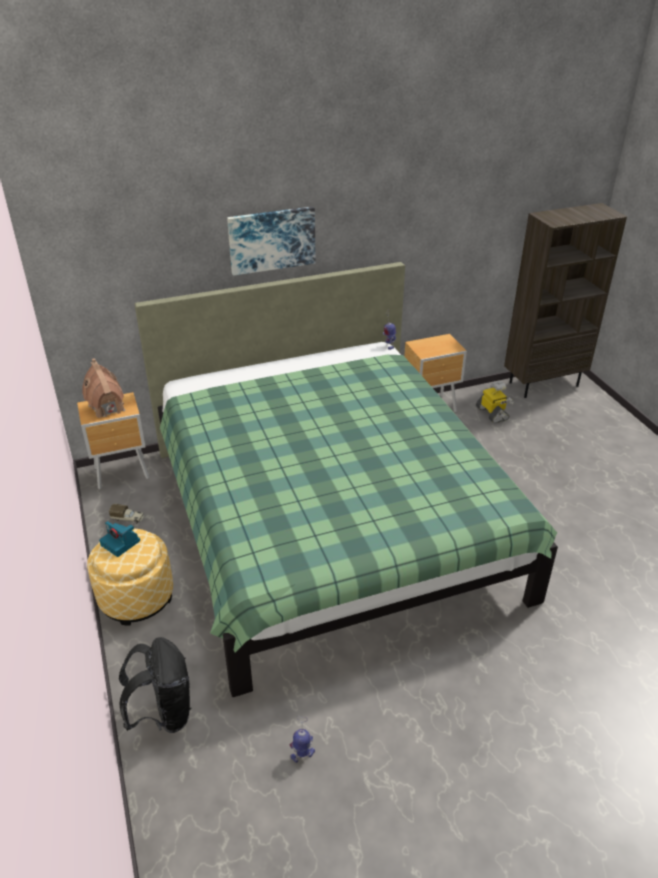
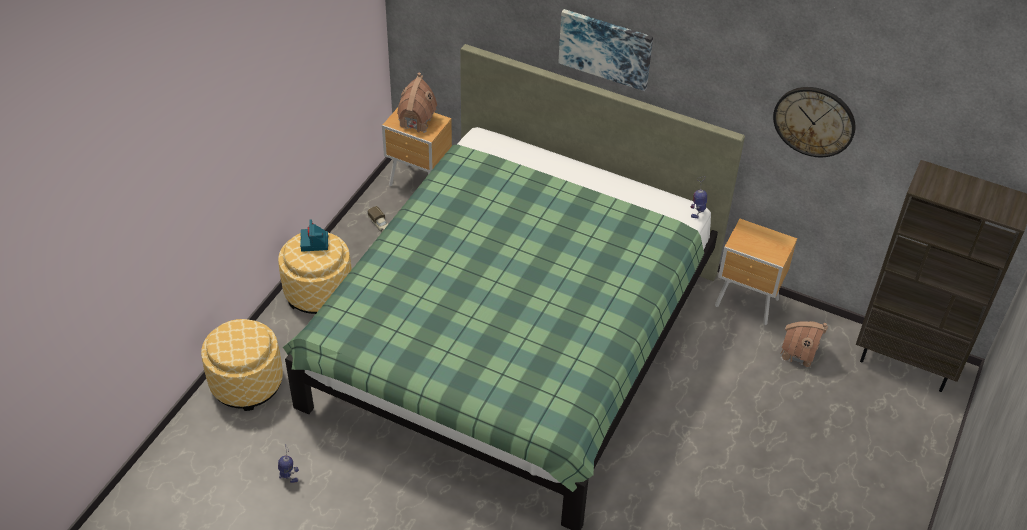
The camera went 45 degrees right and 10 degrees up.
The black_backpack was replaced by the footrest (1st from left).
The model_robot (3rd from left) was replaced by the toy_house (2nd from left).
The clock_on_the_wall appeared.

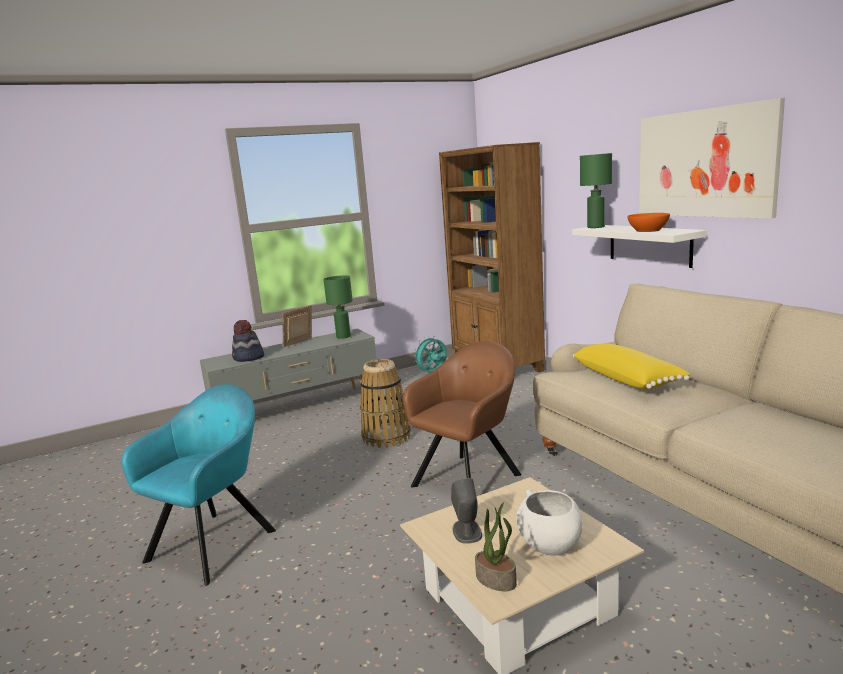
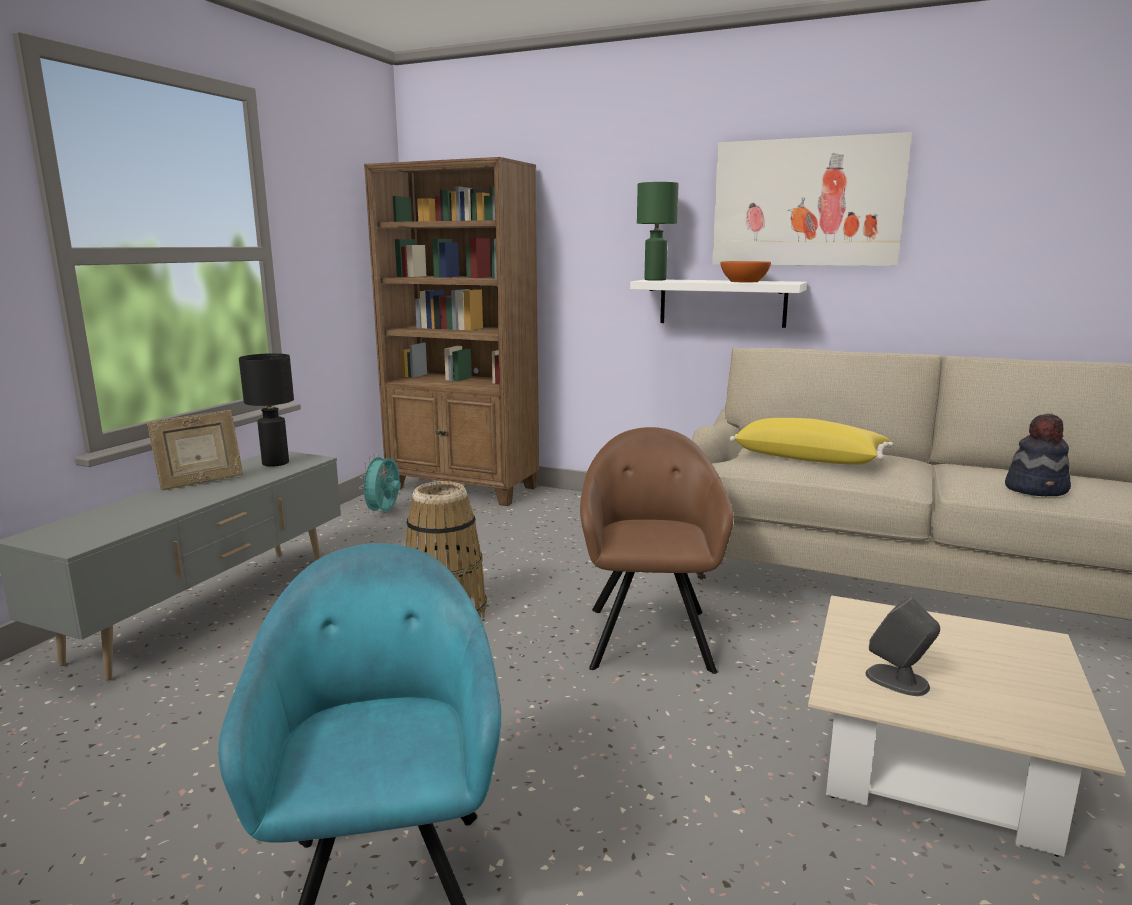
The camera went 40 degrees left and 0 degrees up.
The wearable_hat moved.
The photo_frame turned 120 degrees counterclockwise.
The greenish_tabletop_lamp (1st from left) became the black_tabletop_lamp.
The houseplant disappeared.
The white_bowl disappeared.

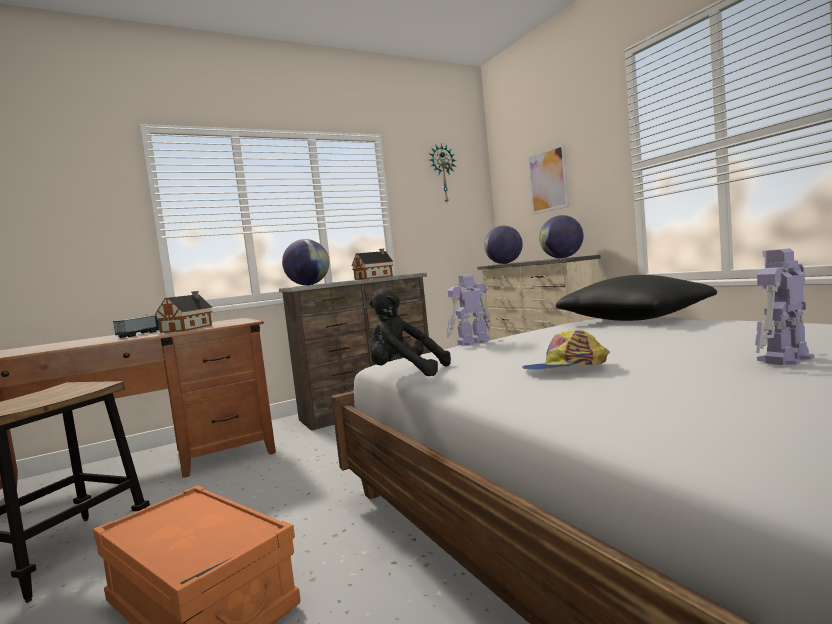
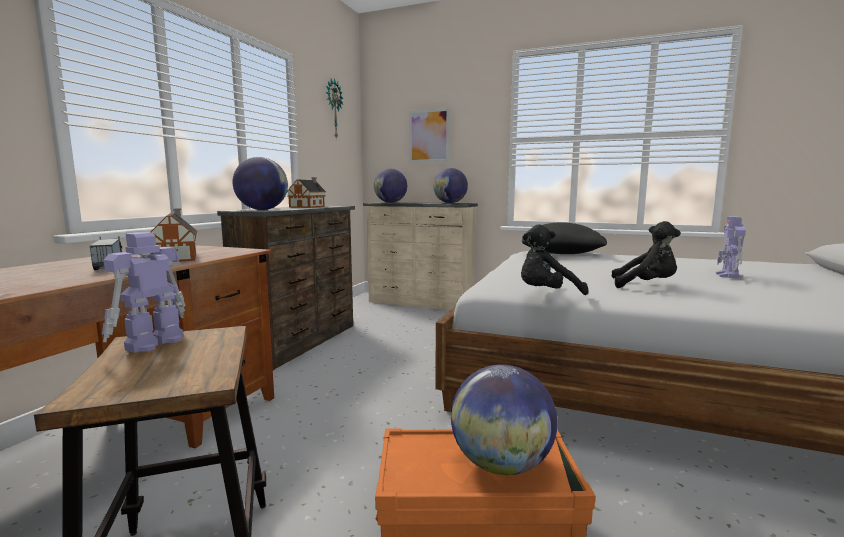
The camera went 40 degrees left and 5 degrees up.
The model_robot (1st from left) moved.
The baseball_cap was replaced by the black_soft_toy (2nd from left).
The desk_globe (4th from left) appeared.

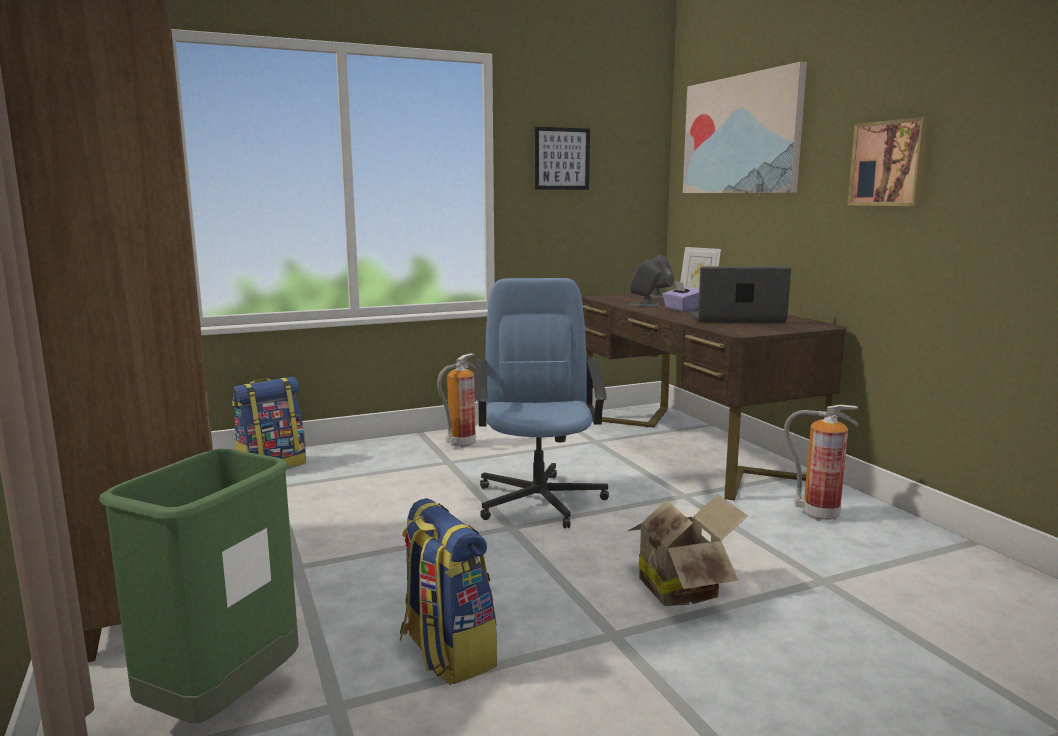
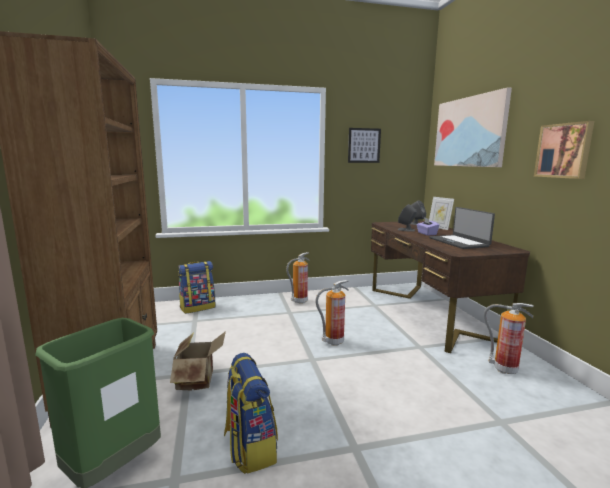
The camera went 10 degrees right and 0 degrees up.
The bluish_desk_chair was replaced by the fire_extinguisher (2nd from left).
The packing_box moved.
The portable_computer turned 120 degrees counterclockwise.

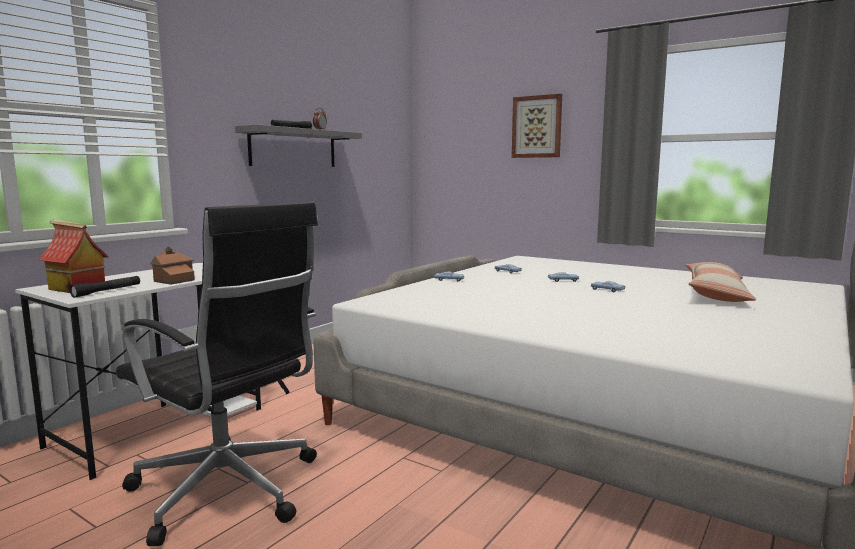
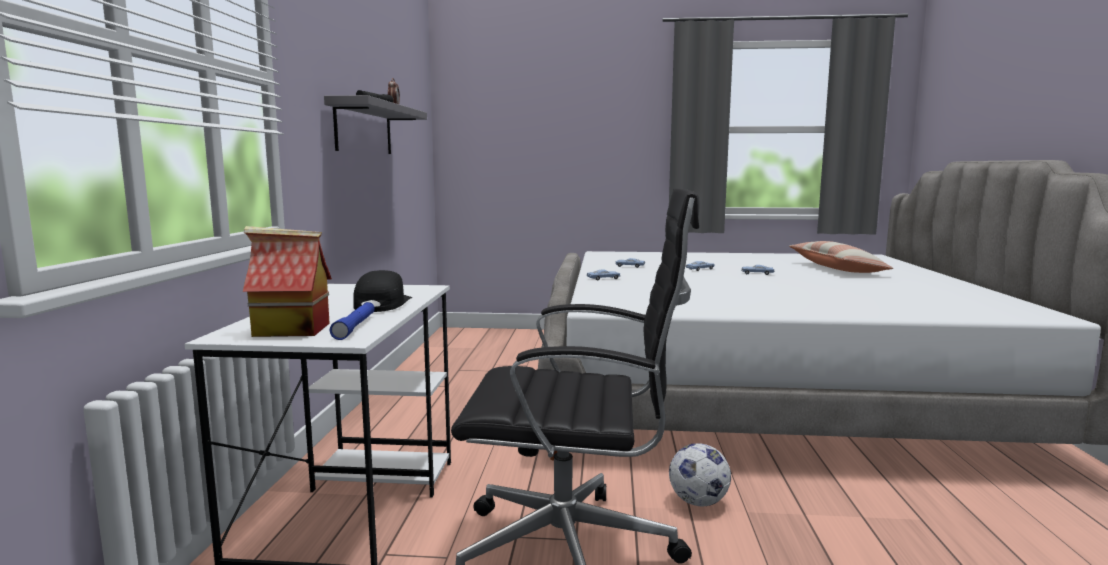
The camera went 30 degrees left and 0 degrees up.
The black_torch (1st from left) became the bluish_torch.
The toy_house (2nd from left) was replaced by the black_baseball_cap.
The picture disappeared.
The ball_for_football appeared.

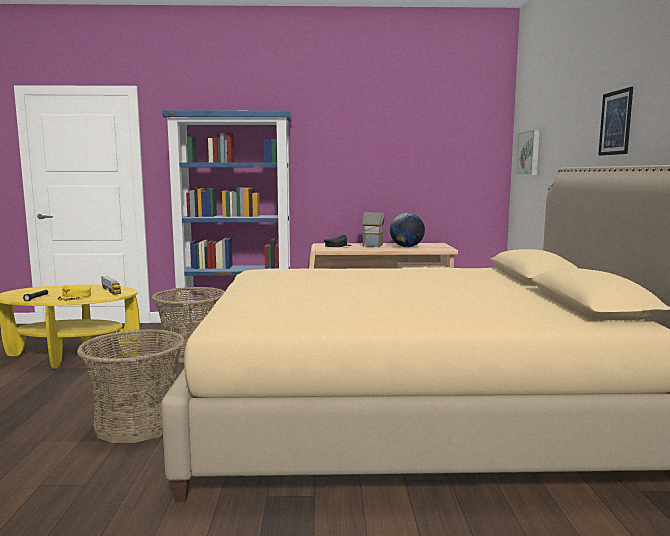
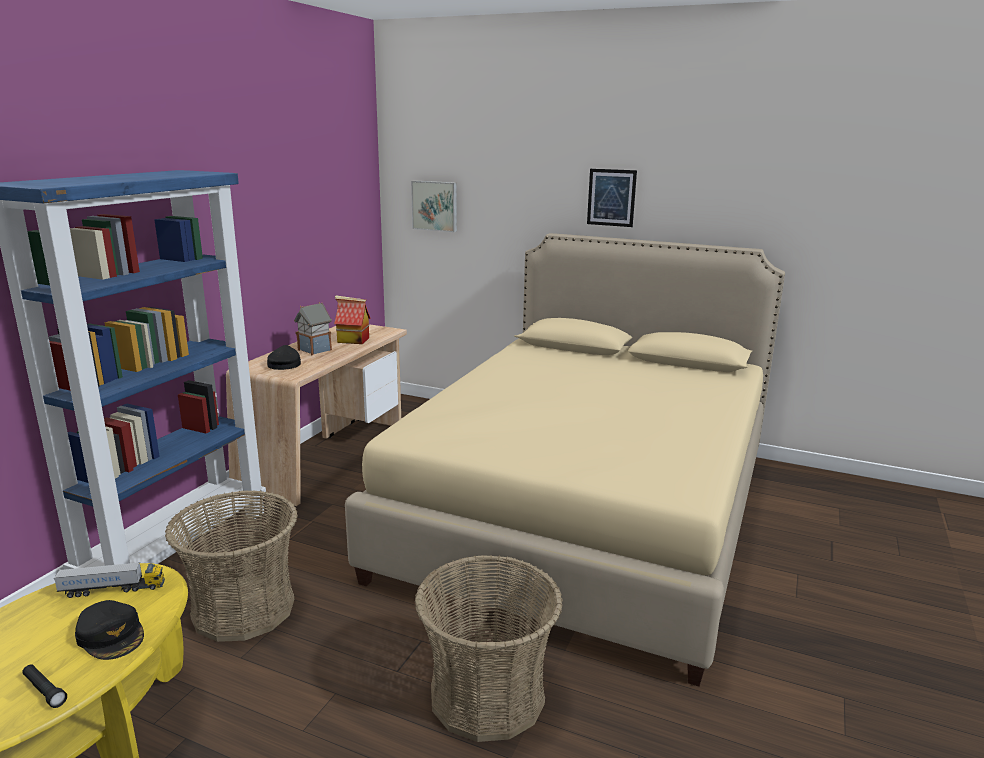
The camera went 65 degrees left and 10 degrees up.
The yellow-coloured_baseball_cap became the black_baseball_cap (1st from left).
The desk_globe was replaced by the toy_house (2nd from left).

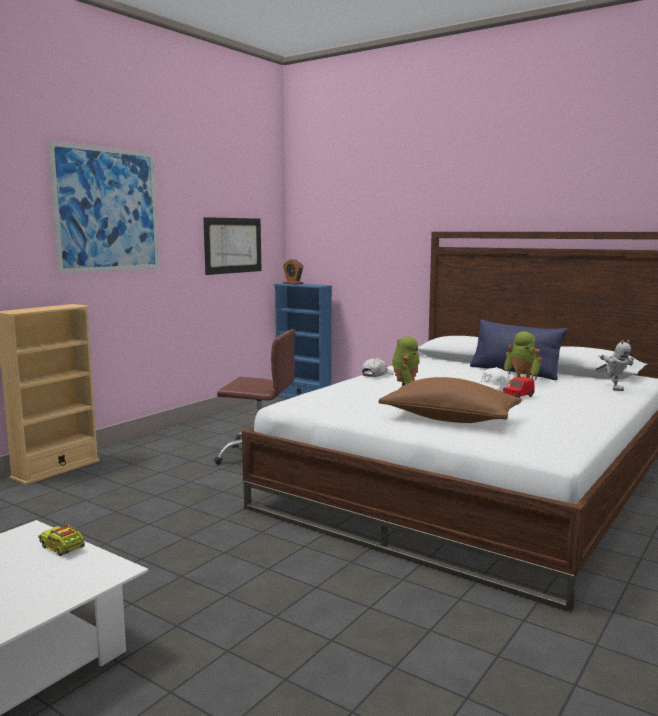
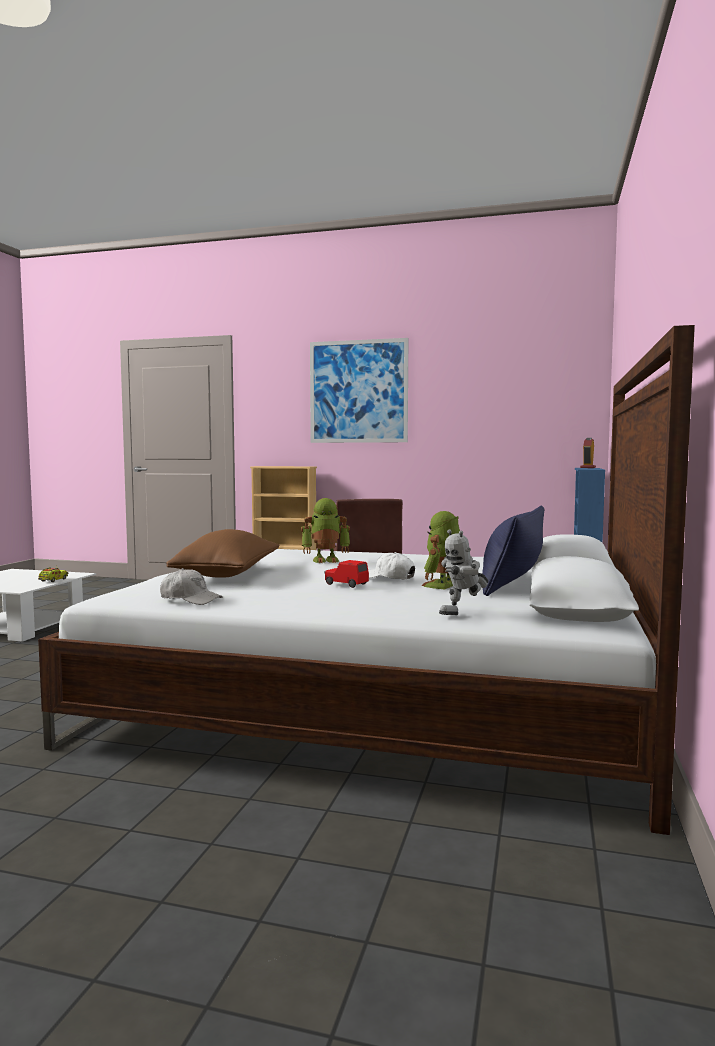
The camera went 70 degrees right and 5 degrees down.
The picture (2nd from left) disappeared.
The white_baseball_cap (1st from left) moved.

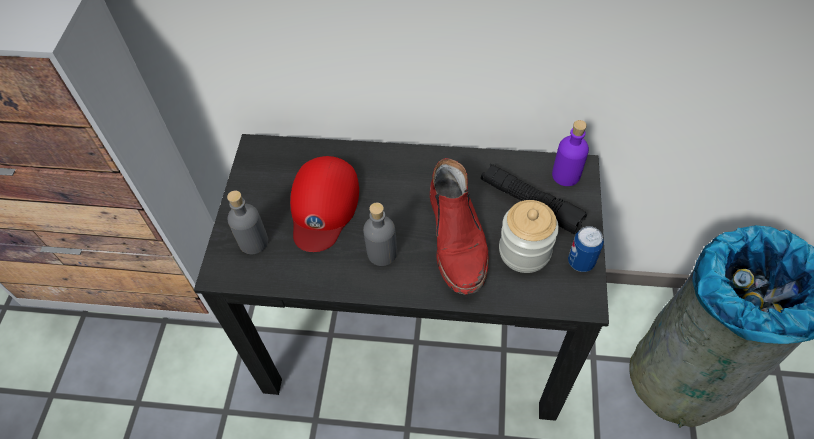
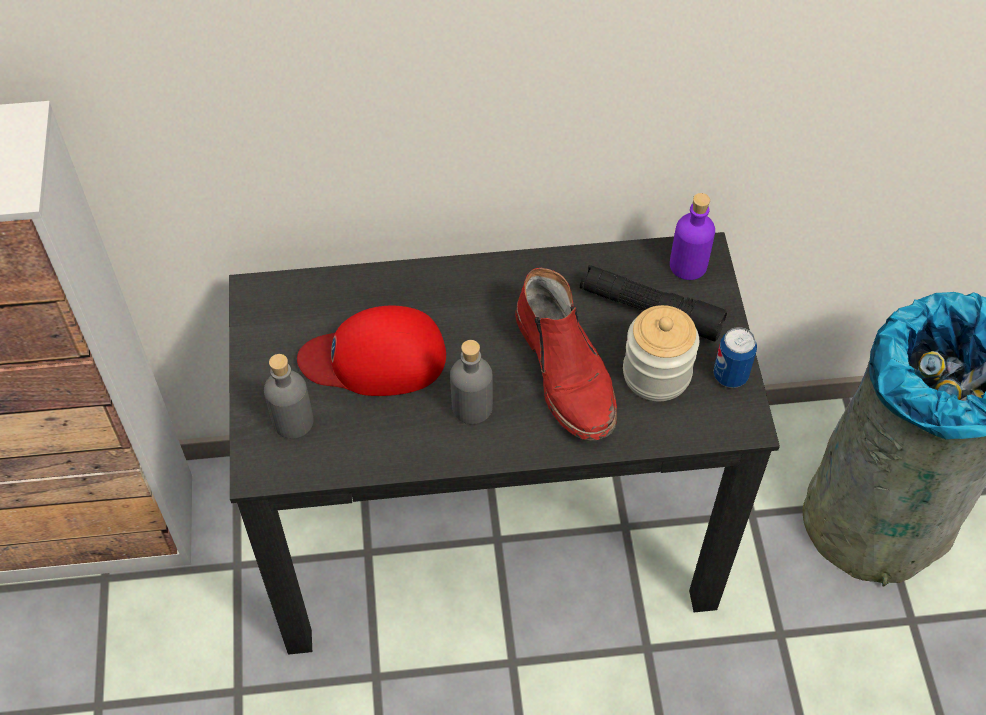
The camera went 15 degrees left and 0 degrees up.
The red_baseball_cap turned 90 degrees clockwise.

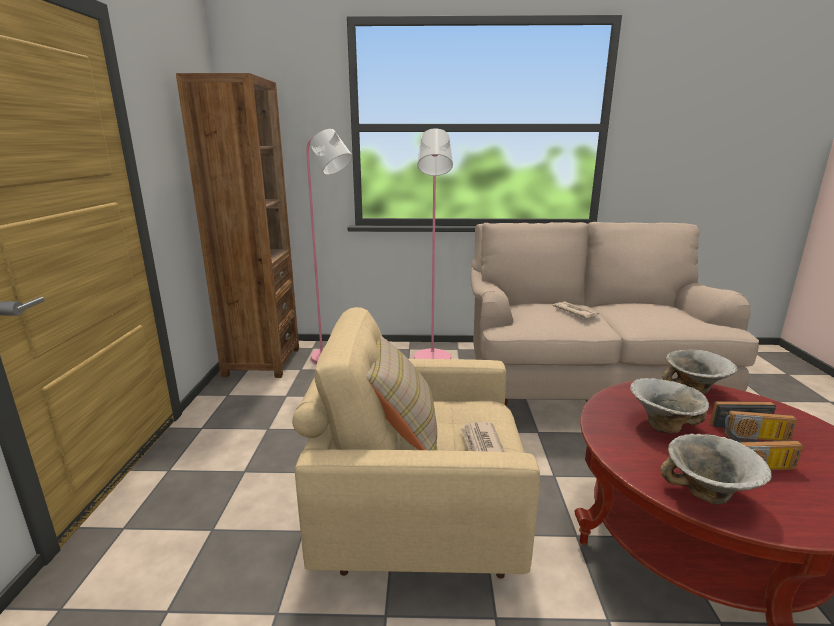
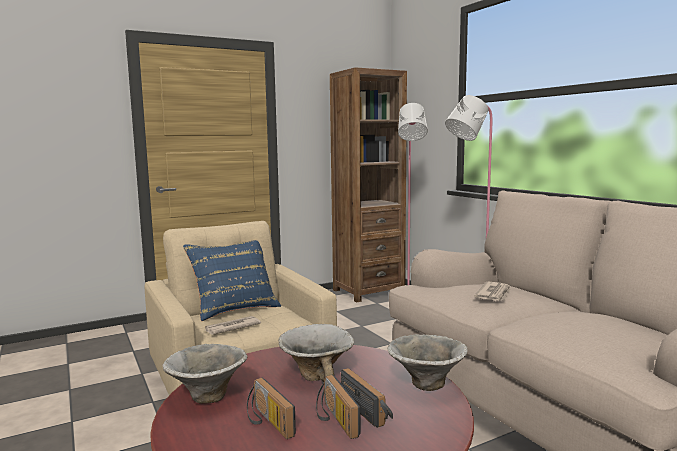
The camera went 60 degrees right and 10 degrees down.
The beige-coloured_throw_pillow became the bluish_throw_pillow.

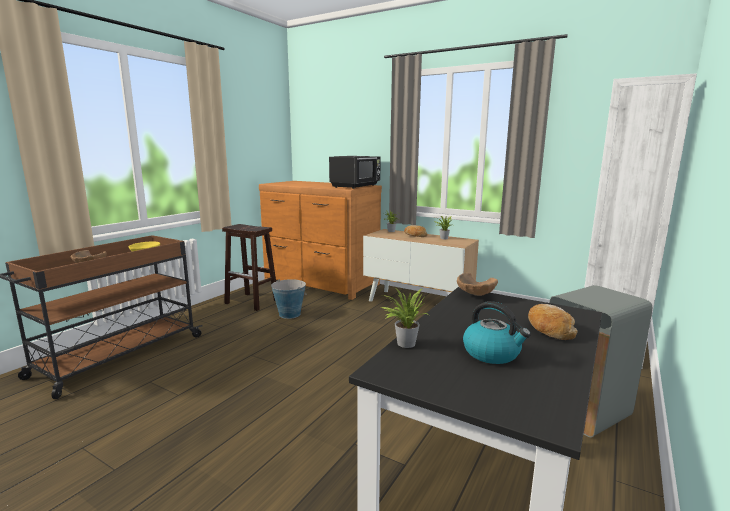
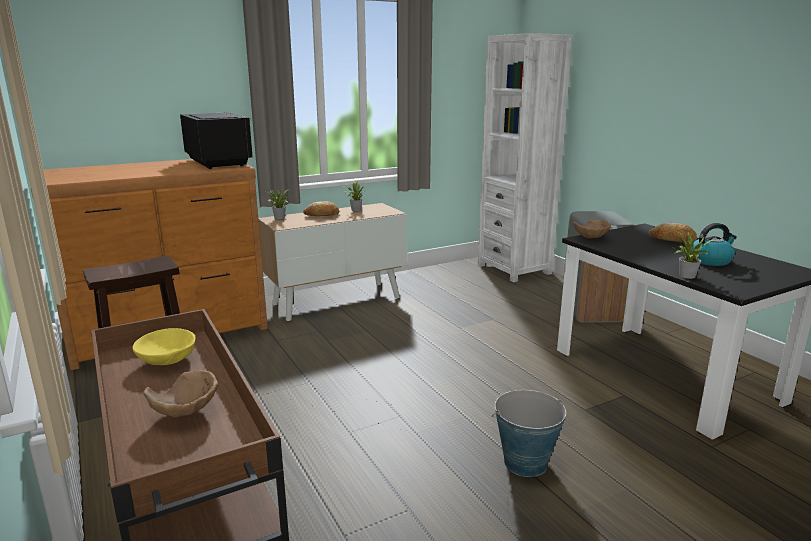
The camera went 60 degrees left and 5 degrees up.
The water_bucket moved.

